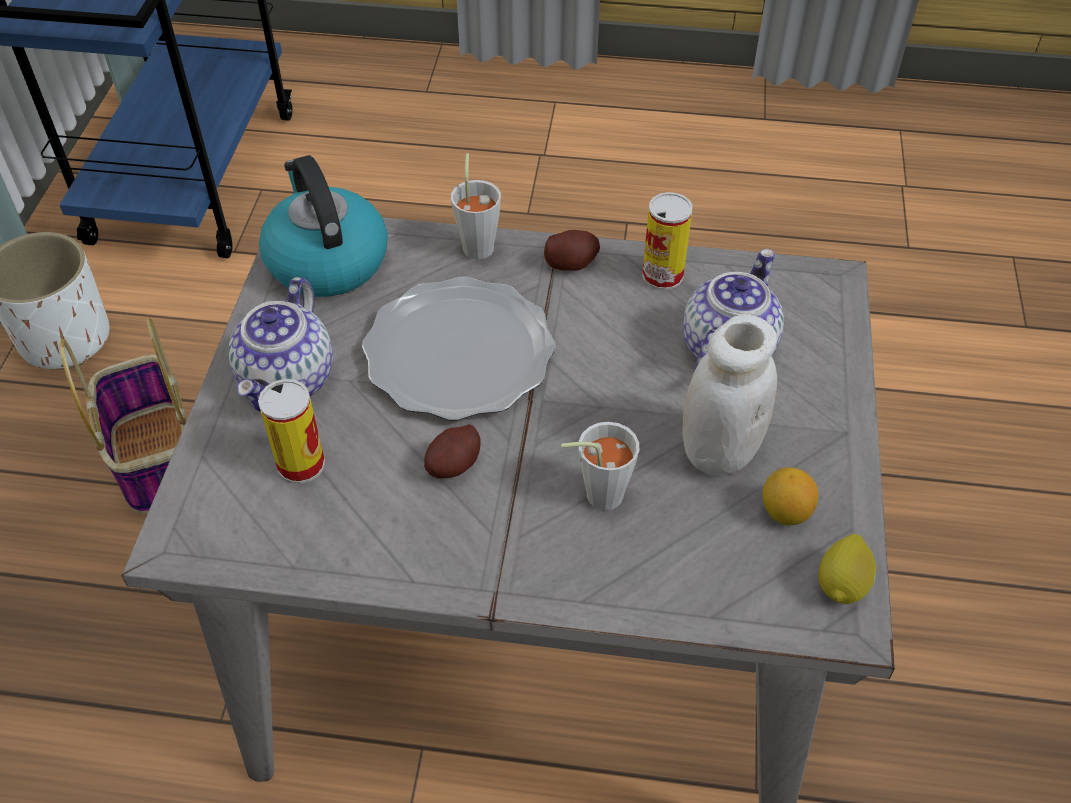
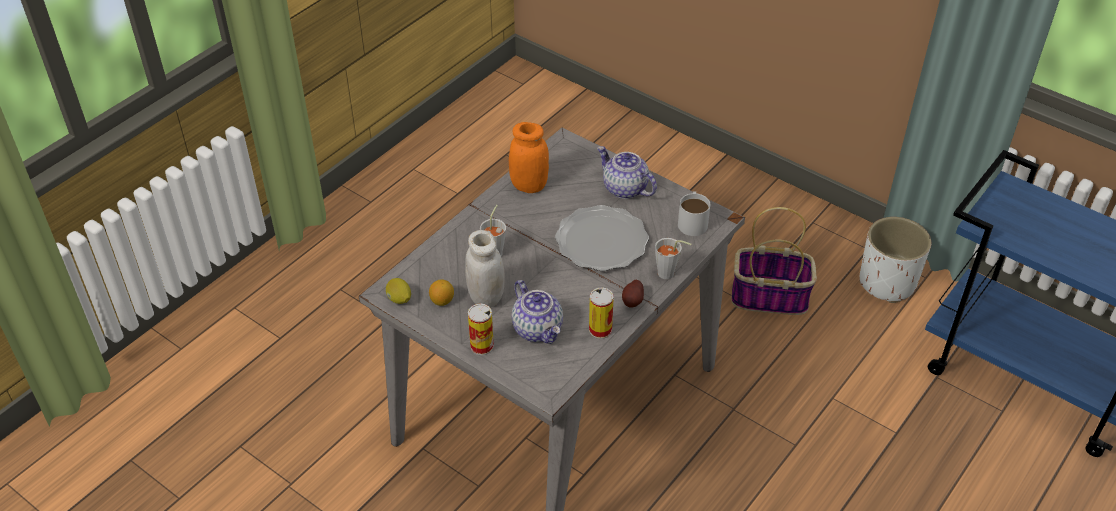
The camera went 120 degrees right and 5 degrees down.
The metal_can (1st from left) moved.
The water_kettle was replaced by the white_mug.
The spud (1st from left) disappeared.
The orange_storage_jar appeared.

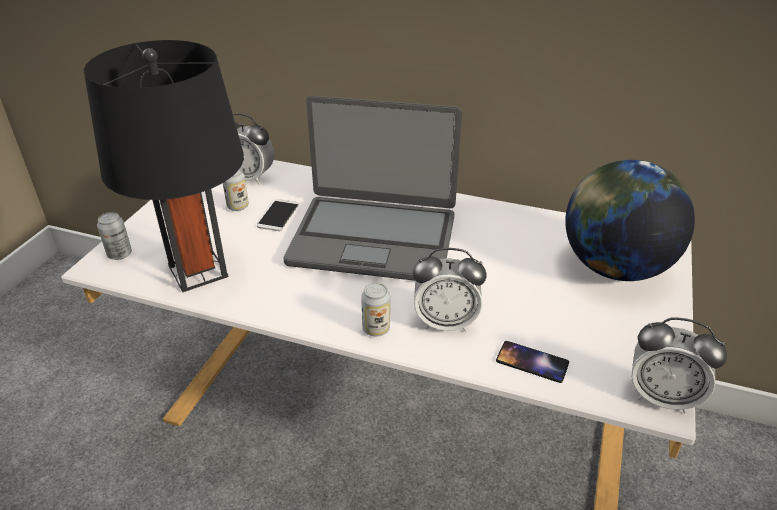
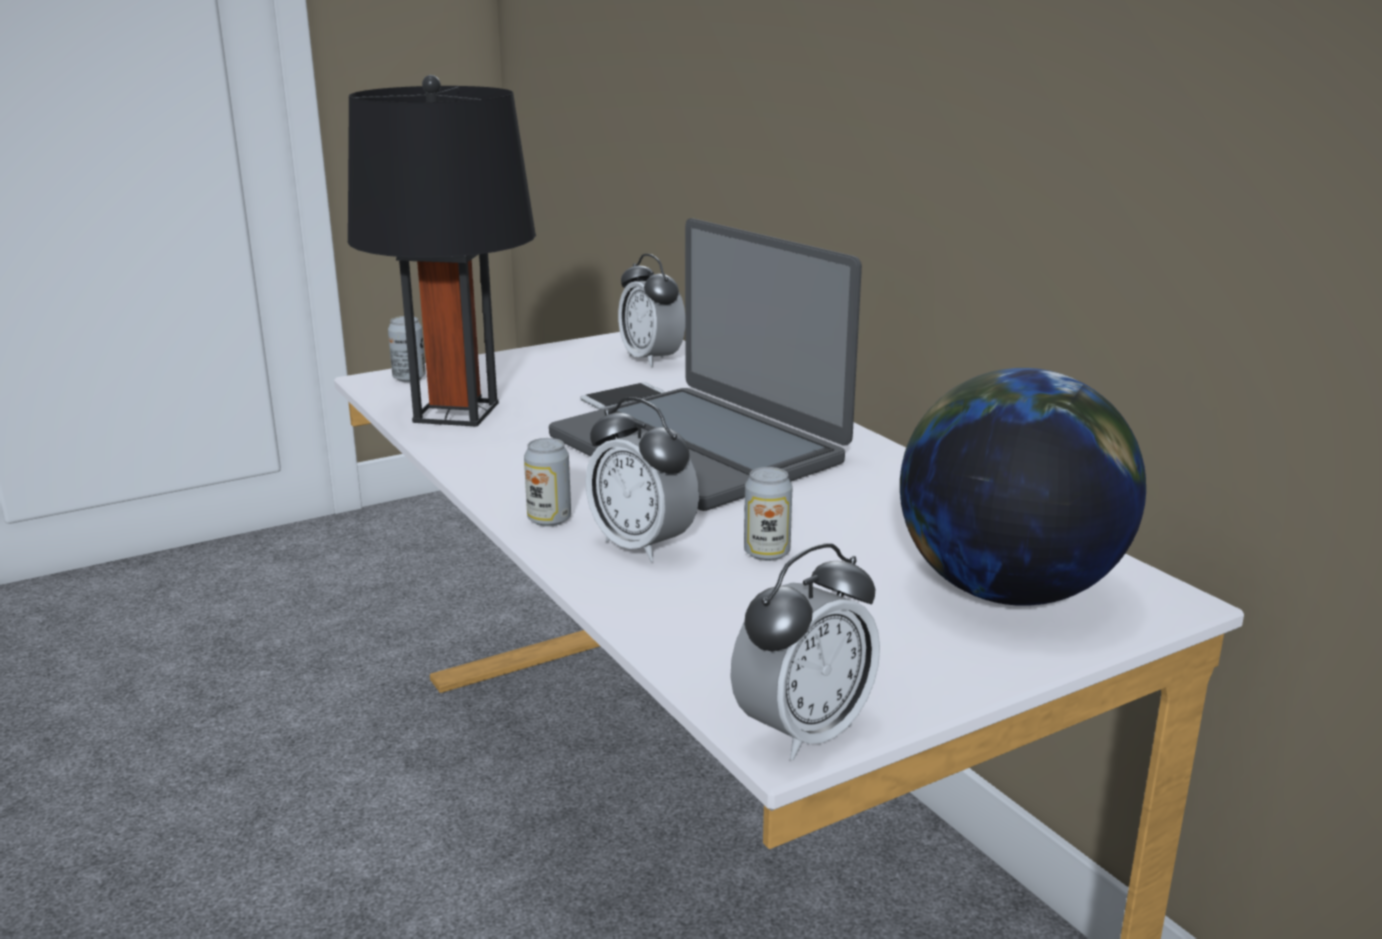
The camera went 40 degrees right and 15 degrees down.
The metal_can (2nd from left in the first image) moved.
The phone (2nd from left) disappeared.
The alarm_clock (3rd from left) turned 105 degrees counterclockwise.

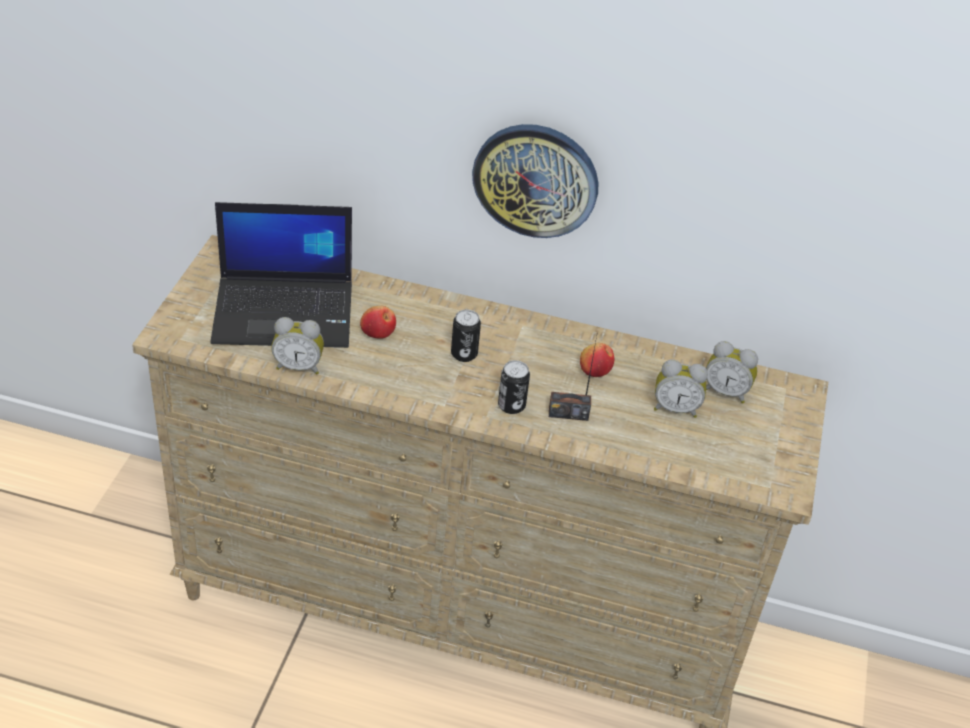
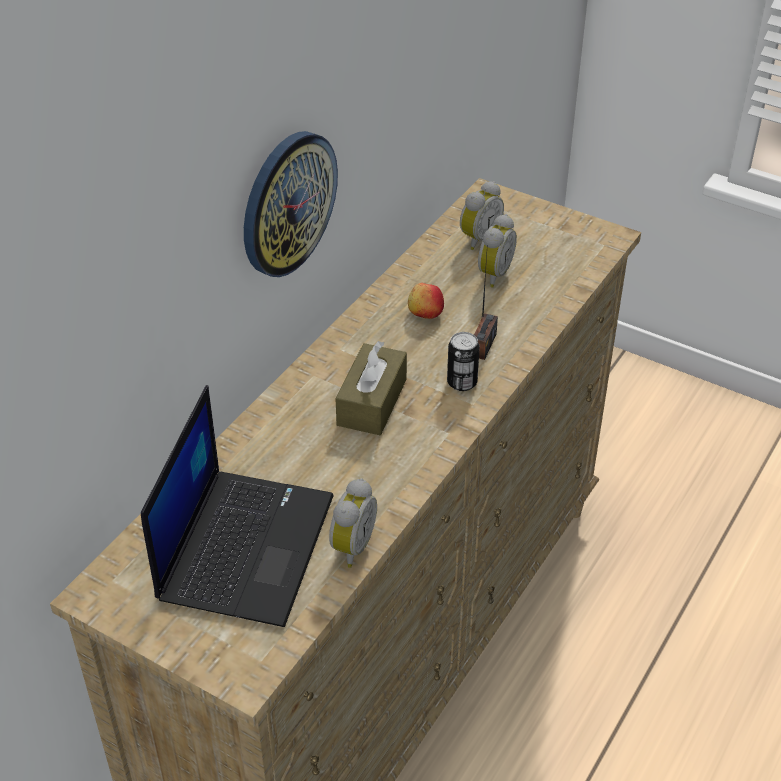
The camera went 70 degrees left and 0 degrees up.
The apple (1st from left) disappeared.
The metal_can (1st from left) was replaced by the brown-coloured_tissue_box.

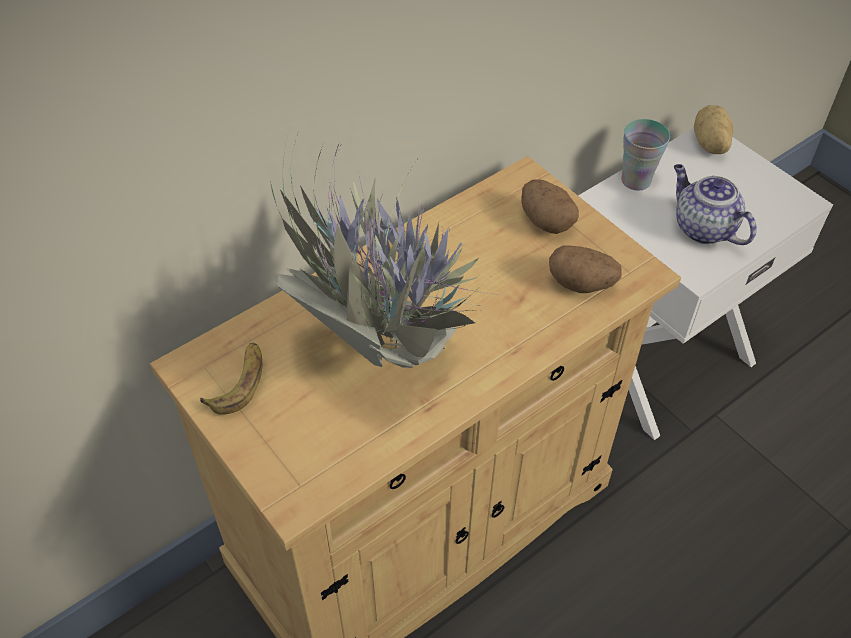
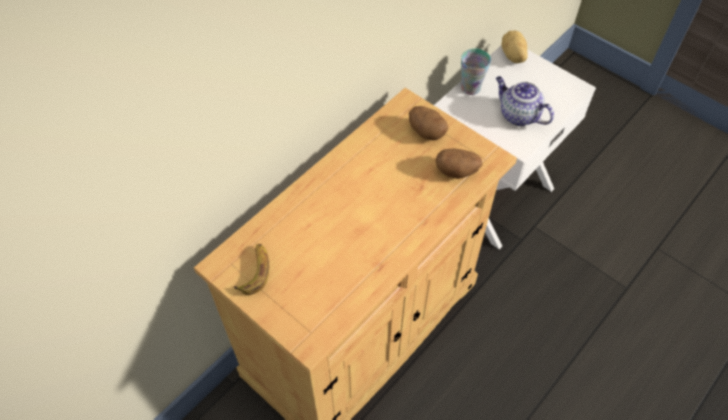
The camera went 10 degrees left and 5 degrees up.
The houseplant disappeared.

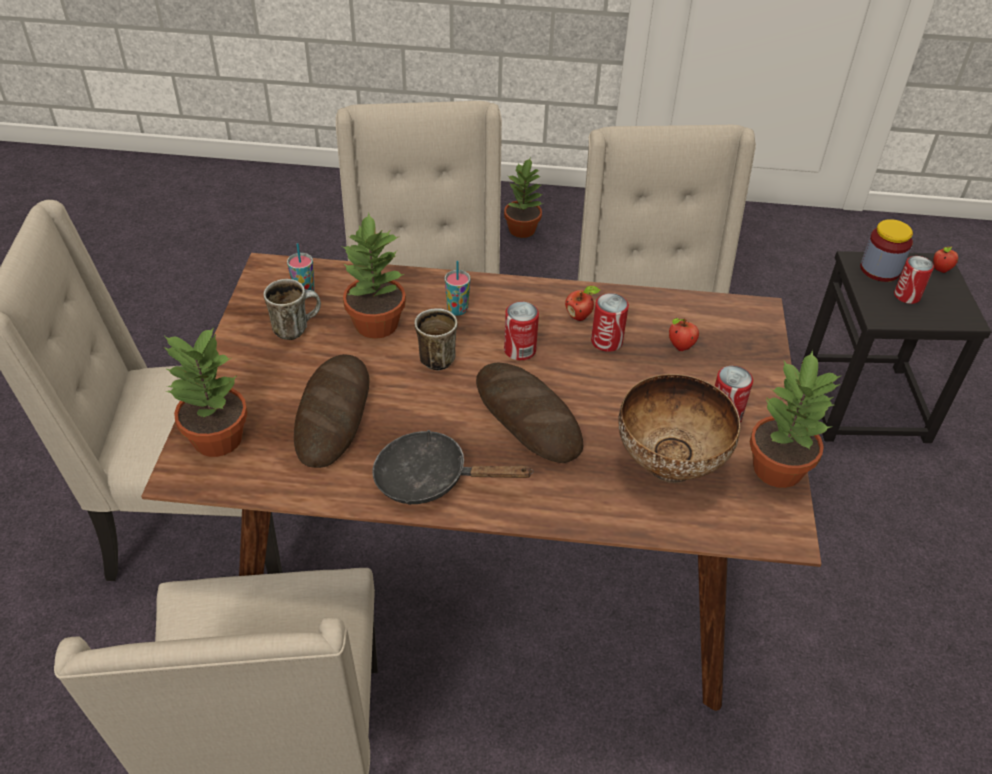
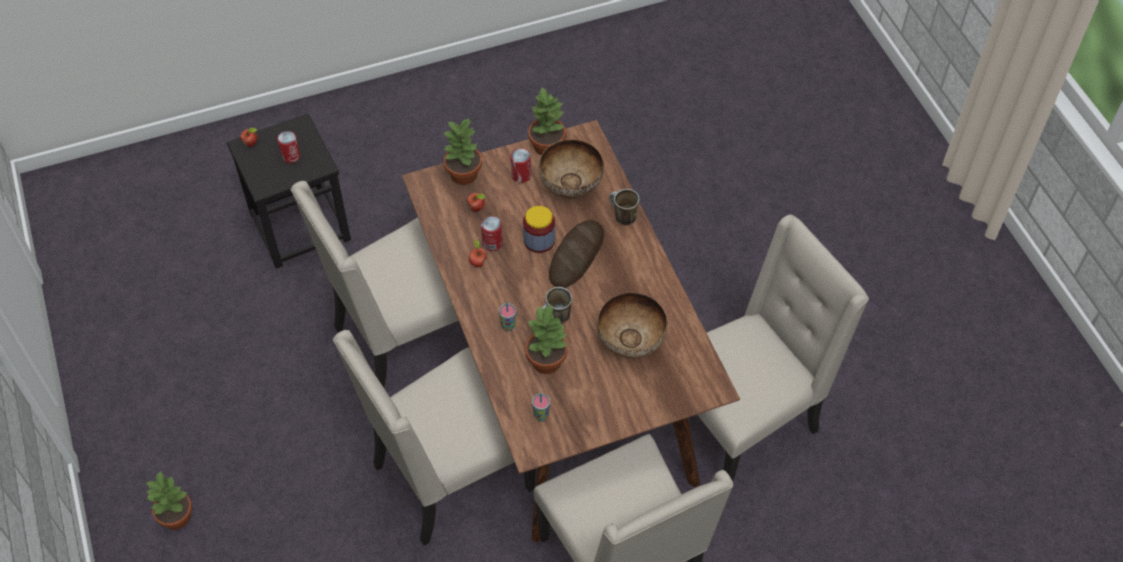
The camera went 115 degrees left and 10 degrees up.
The houseplant (1st from left in the first image) moved.
The mug (1st from left in the first image) moved.
The bread (1st from left) was replaced by the bowl (2nd from left).
The black_skillet disappeared.
The metal_can (1st from left) disappeared.
The storage_jar moved.

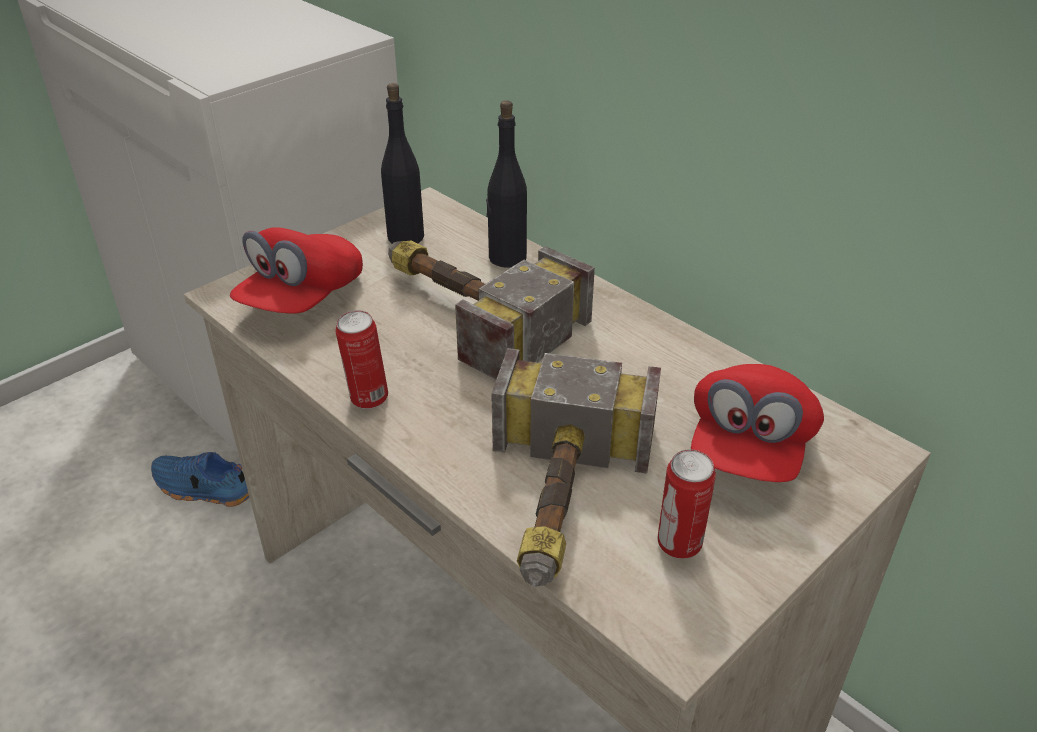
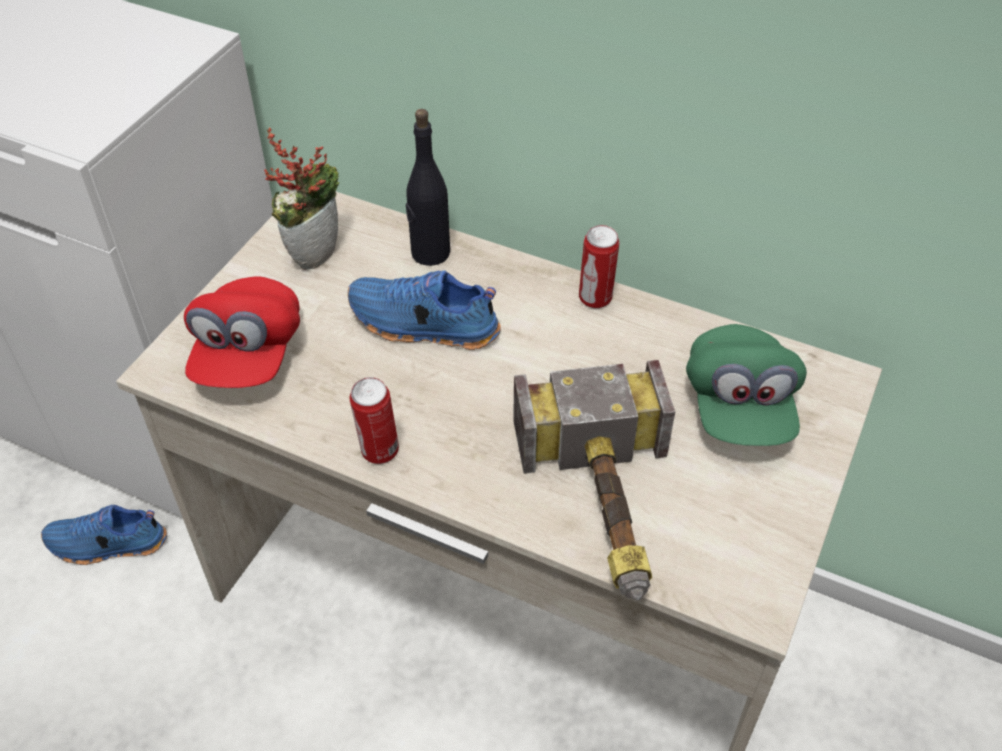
The camera went 20 degrees left and 10 degrees up.
The black_beverage_bottle (1st from left) was replaced by the houseplant.
The hand_hammer (1st from left) was replaced by the bluish_shoe (2nd from left).
The metal_can (2nd from left) moved.
The red_baseball_cap (2nd from left) became the greenish_baseball_cap.

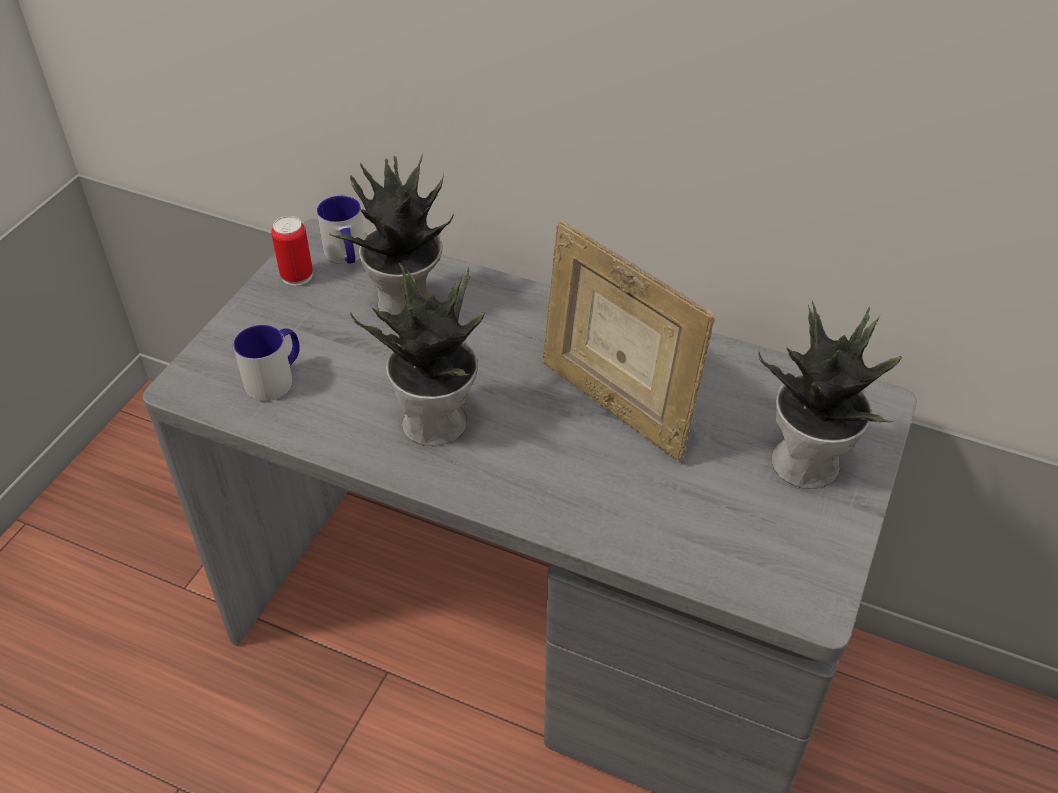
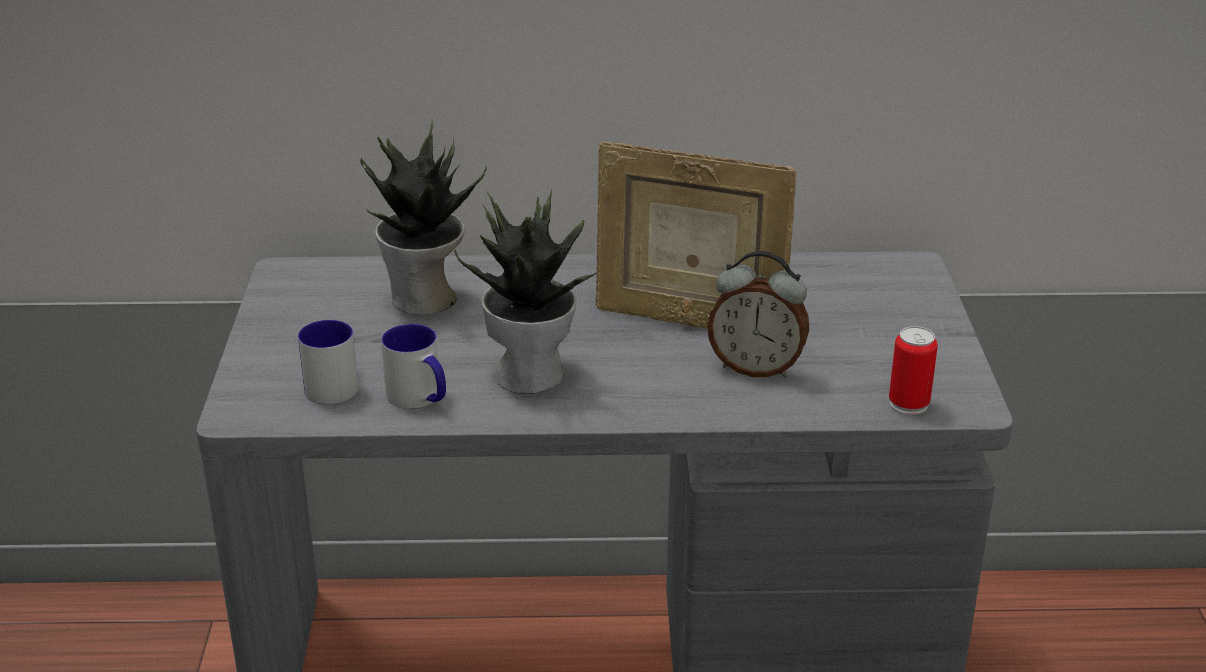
The camera went 25 degrees left and 15 degrees down.
The metal_can moved.
The mug (2nd from left) moved.
The houseplant (3rd from left) disappeared.
The alarm_clock appeared.

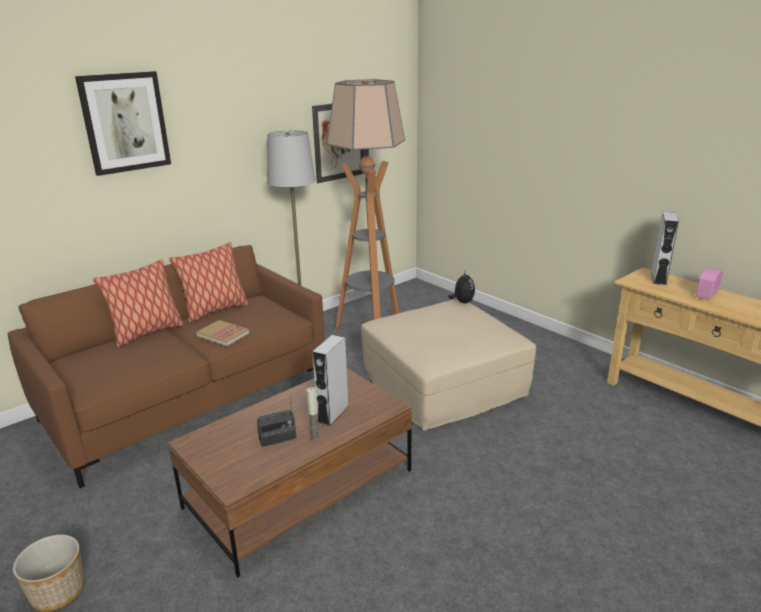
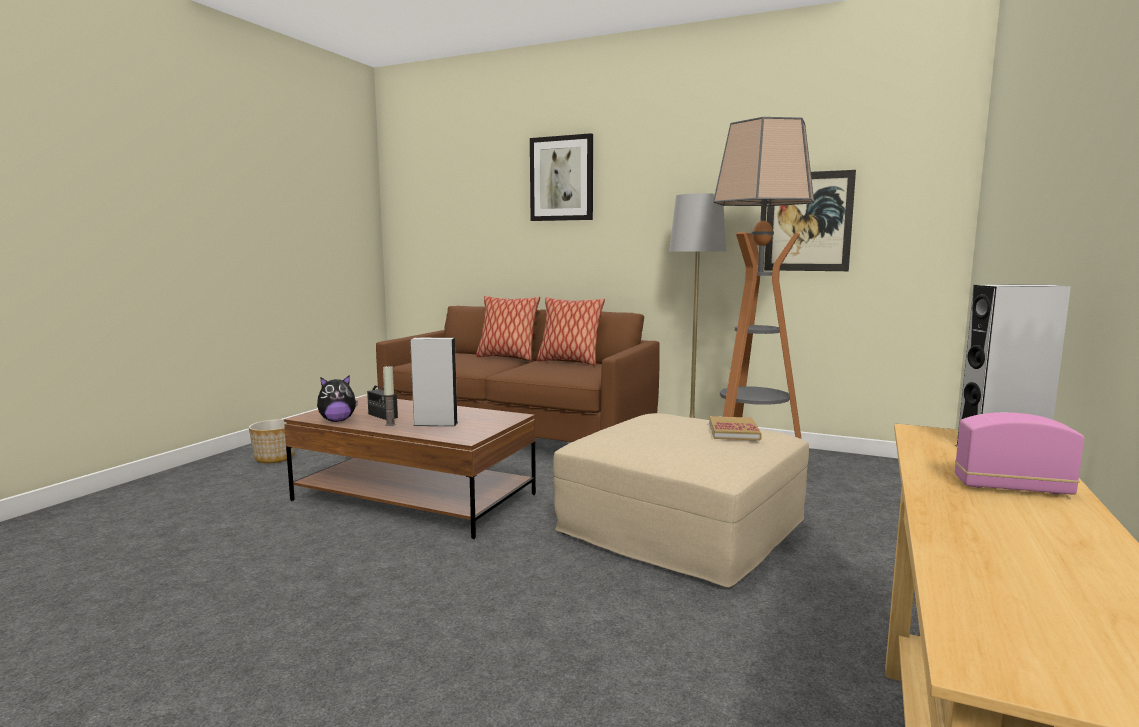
The camera went 65 degrees right and 15 degrees down.
The volume moved.
The soft_toy moved.

